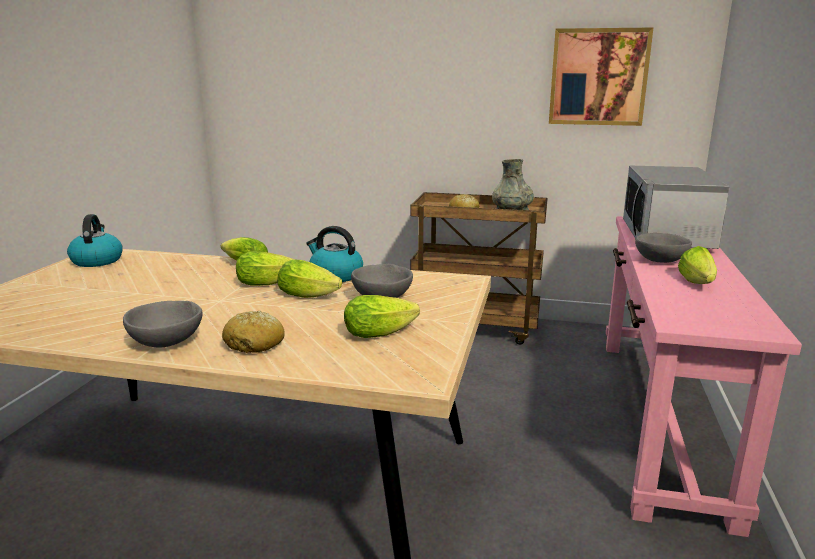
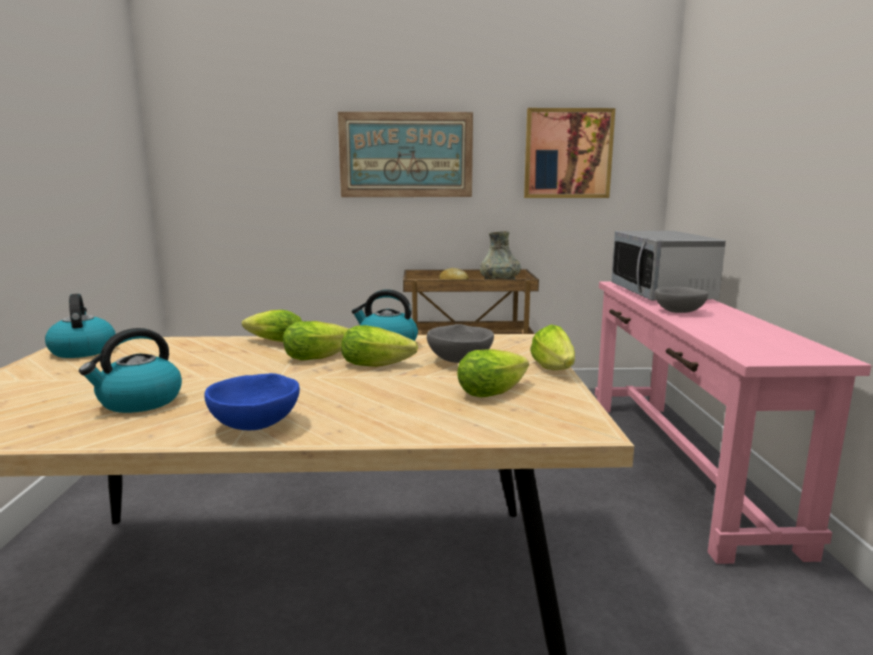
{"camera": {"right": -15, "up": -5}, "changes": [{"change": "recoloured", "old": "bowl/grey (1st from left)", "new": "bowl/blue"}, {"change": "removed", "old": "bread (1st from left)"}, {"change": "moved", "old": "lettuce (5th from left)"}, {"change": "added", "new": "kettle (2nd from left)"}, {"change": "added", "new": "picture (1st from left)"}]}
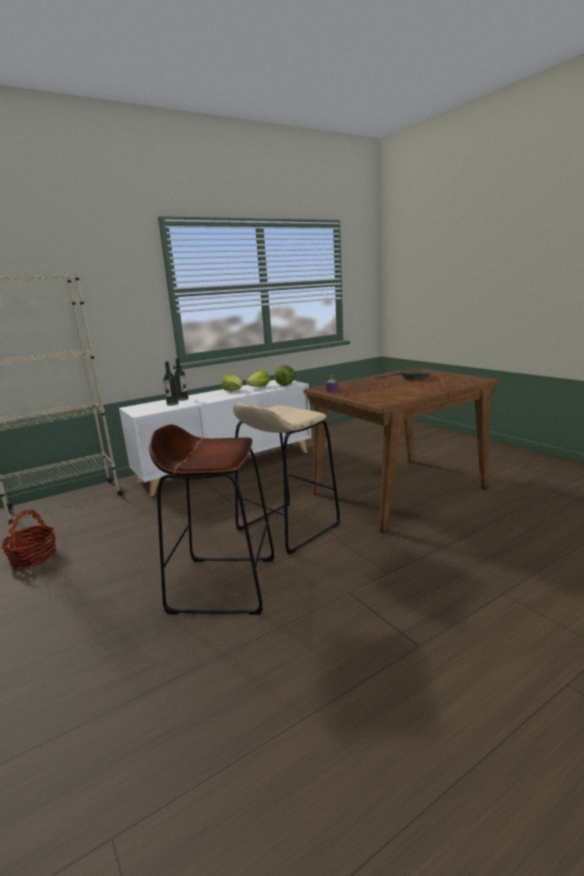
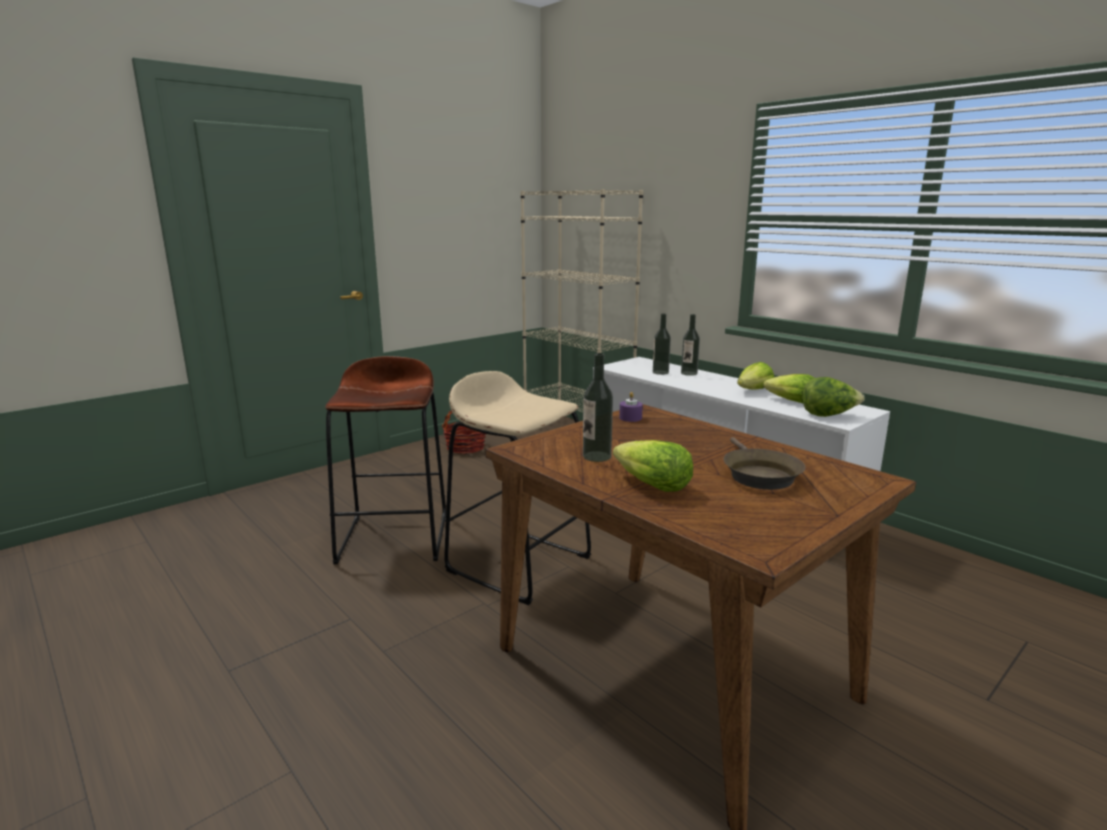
{"camera": {"right": 80, "up": 0}, "changes": [{"change": "added", "new": "bottle (1st from left)"}, {"change": "added", "new": "lettuce (1st from left)"}]}
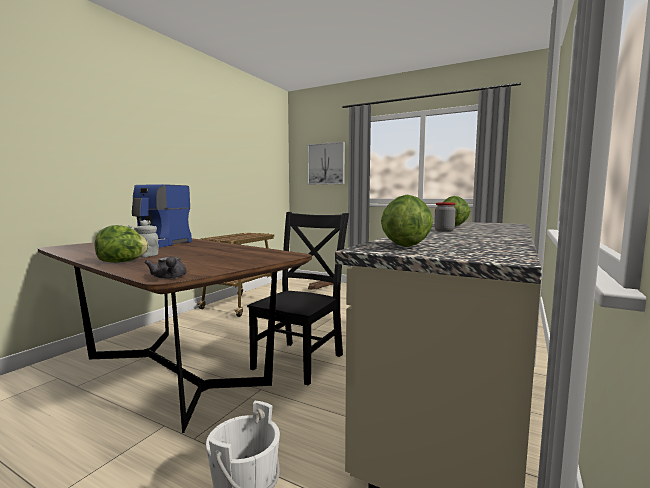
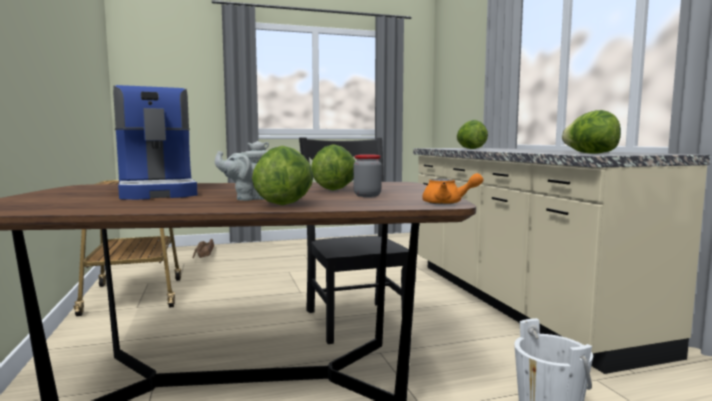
{"camera": {"right": -45, "up": 0}, "changes": [{"change": "recoloured", "old": "teapot/grey (2nd from left)", "new": "teapot/orange"}, {"change": "removed", "old": "picture"}, {"change": "moved", "old": "jar"}, {"change": "added", "new": "lettuce (2nd from left)"}]}
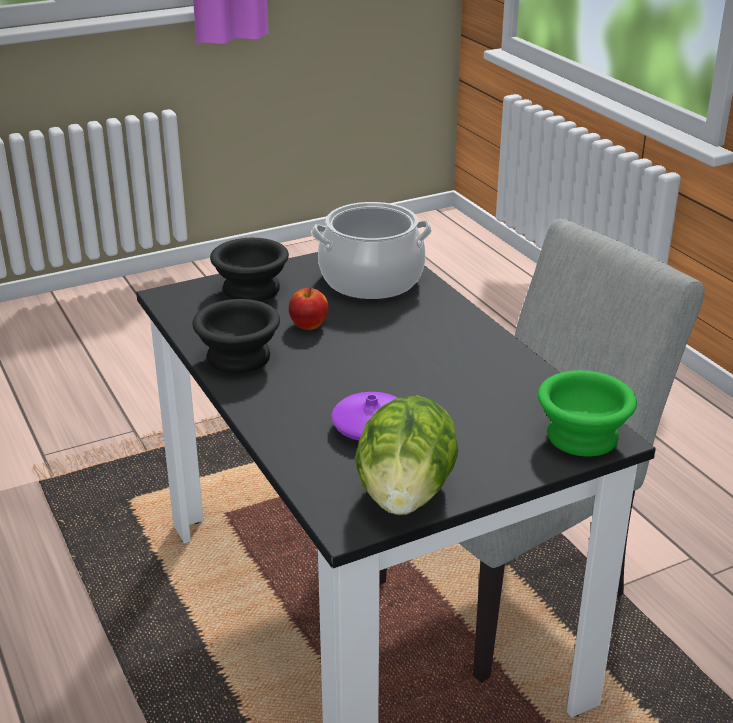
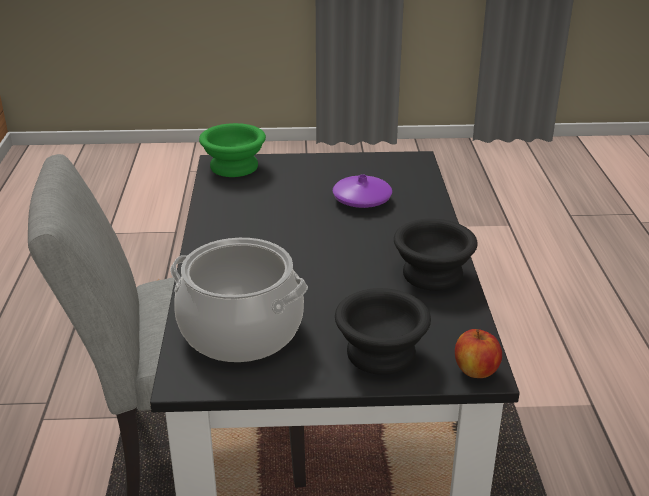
{"camera": {"right": -155, "up": 0}, "changes": [{"change": "moved", "old": "apple"}, {"change": "removed", "old": "lettuce"}]}
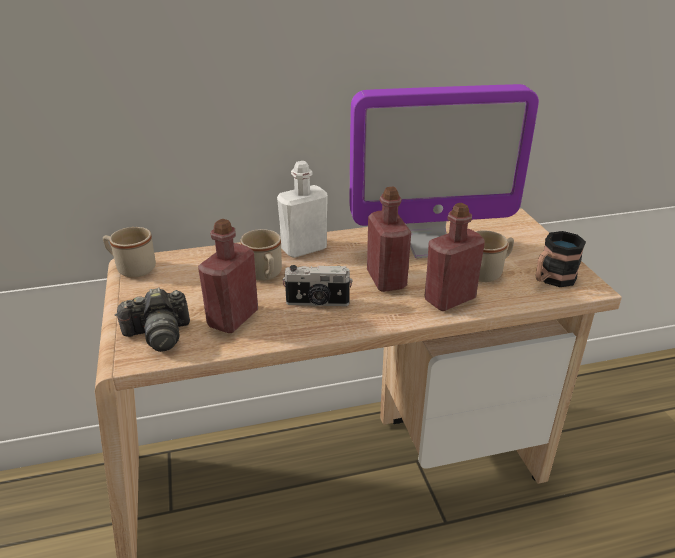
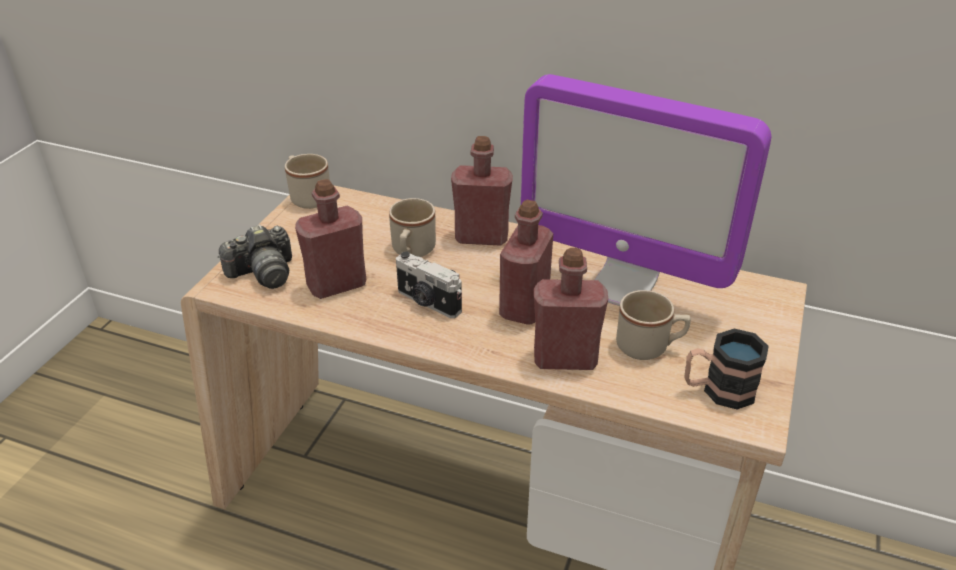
{"camera": {"right": 35, "up": 5}, "changes": [{"change": "turned", "old": "photo camera (1st from left)", "degrees": -45}, {"change": "recoloured", "old": "bottle/white", "new": "bottle/red (2nd from left)"}]}
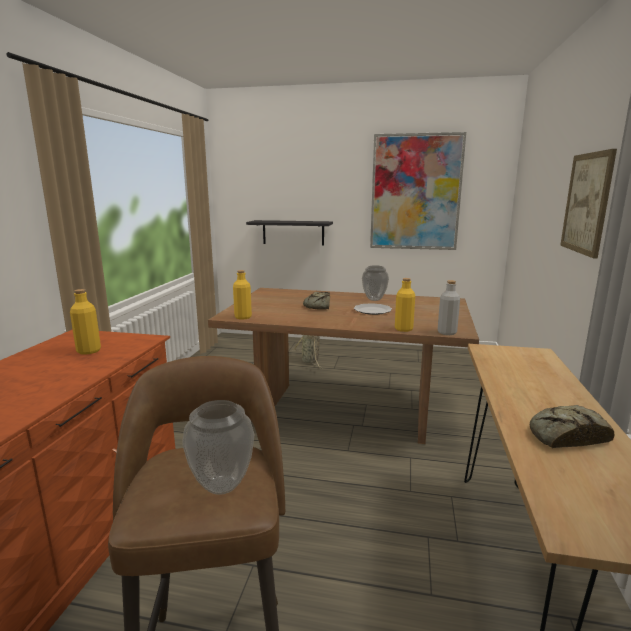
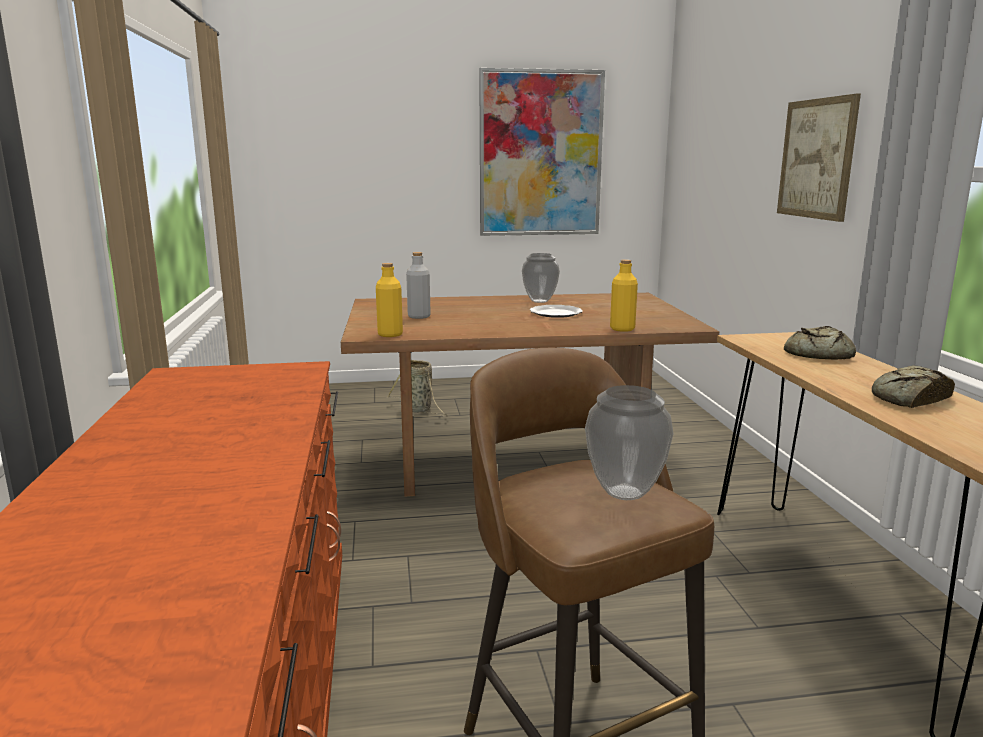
{"camera": {"right": -20, "up": 0}, "changes": [{"change": "removed", "old": "bottle/yellow (1st from left)"}, {"change": "removed", "old": "shelf/black"}, {"change": "moved", "old": "bread (1st from left)"}, {"change": "moved", "old": "bottle/grey"}]}
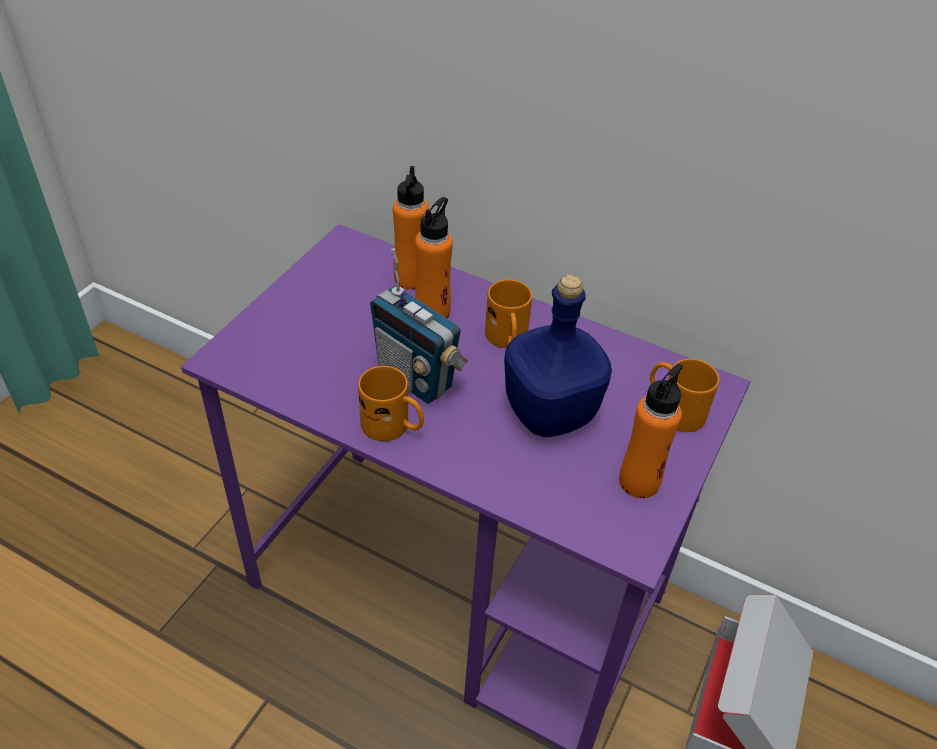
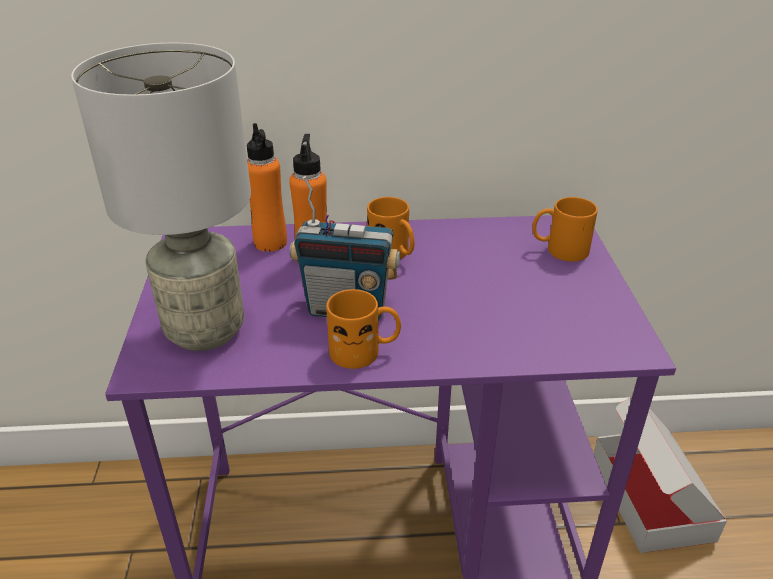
{"camera": {"right": -30, "up": -10}, "changes": [{"change": "removed", "old": "bottle/blue"}, {"change": "removed", "old": "bottle/orange (3rd from left)"}, {"change": "added", "new": "table lamp/grey"}]}
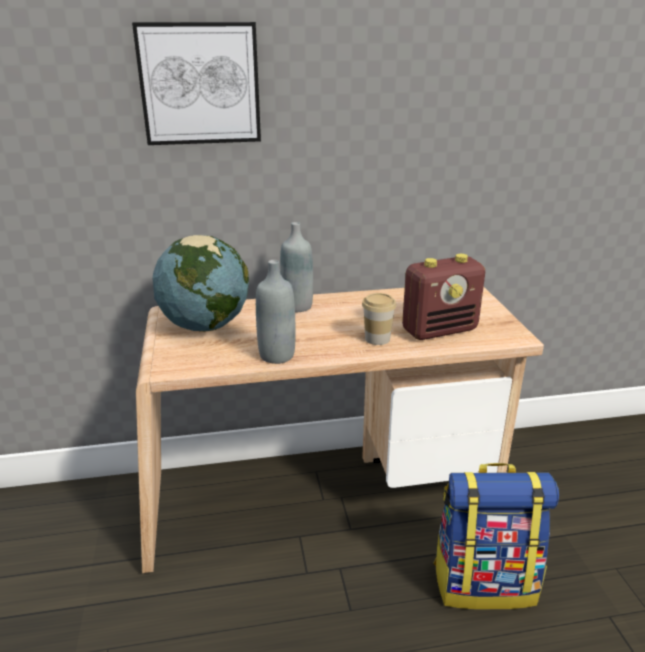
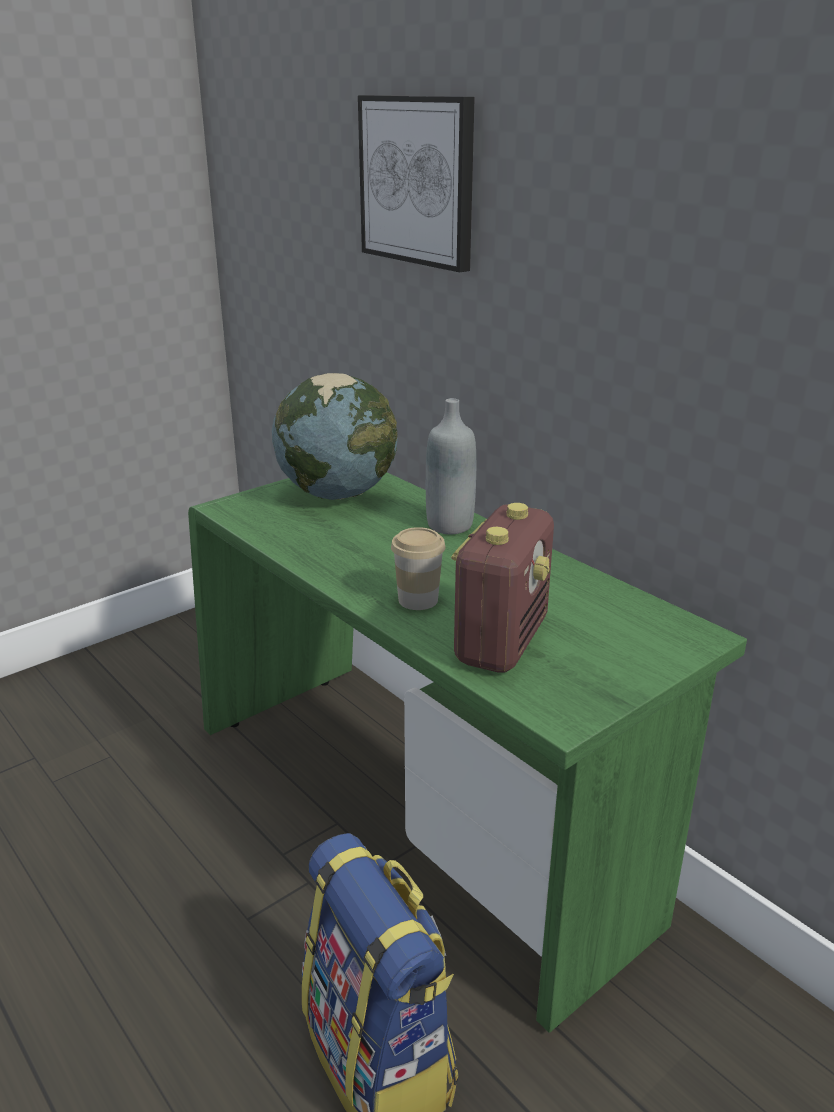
{"camera": {"right": 60, "up": 0}, "changes": [{"change": "recoloured", "old": "desk/beige", "new": "desk/green"}, {"change": "removed", "old": "bottle/grey (1st from left)"}, {"change": "turned", "old": "radio", "degrees": -105}]}
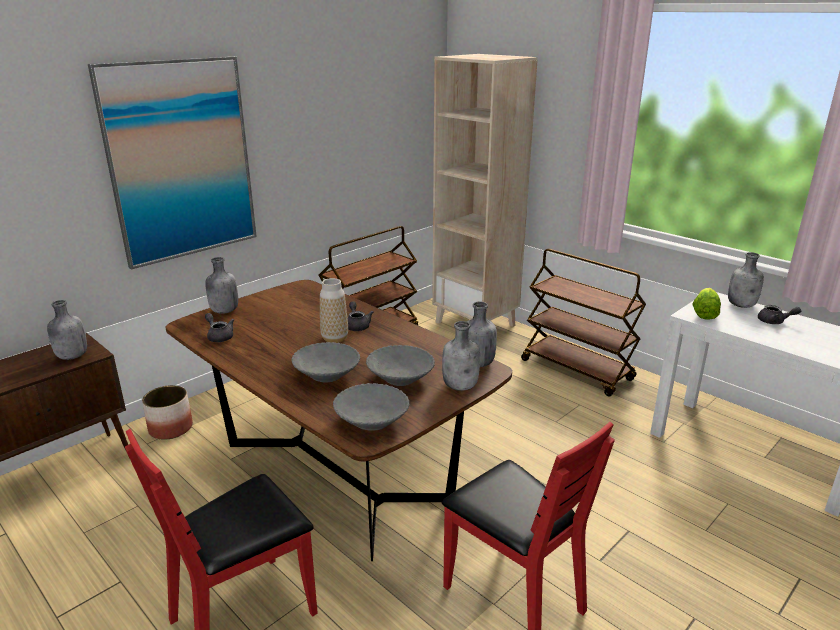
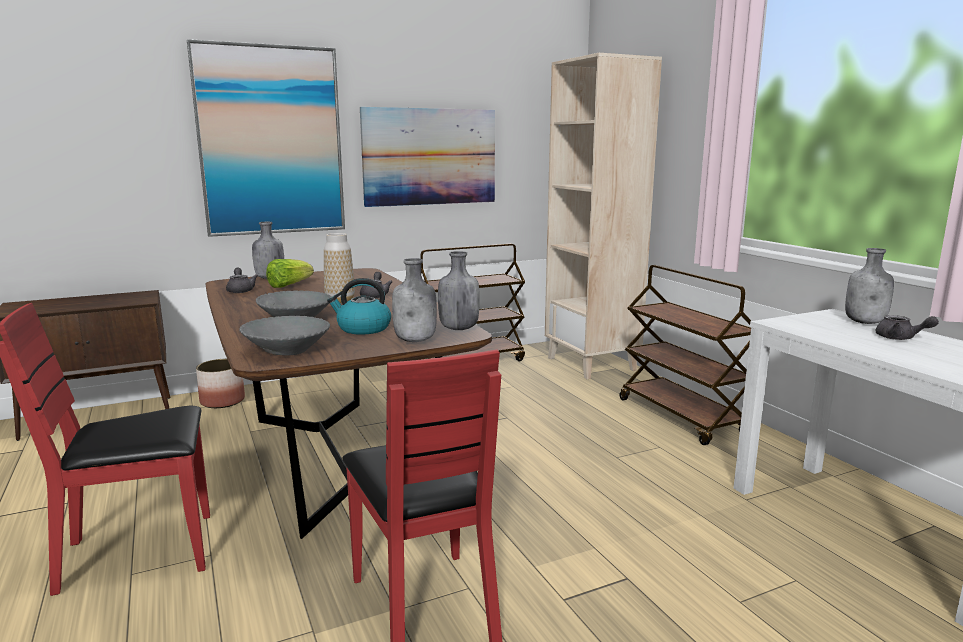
{"camera": {"right": 20, "up": -10}, "changes": [{"change": "removed", "old": "bottle/grey (1st from left)"}, {"change": "replaced", "old": "bowl/grey (3rd from left)", "new": "kettle"}, {"change": "moved", "old": "lettuce"}, {"change": "added", "new": "picture (2nd from left)"}]}
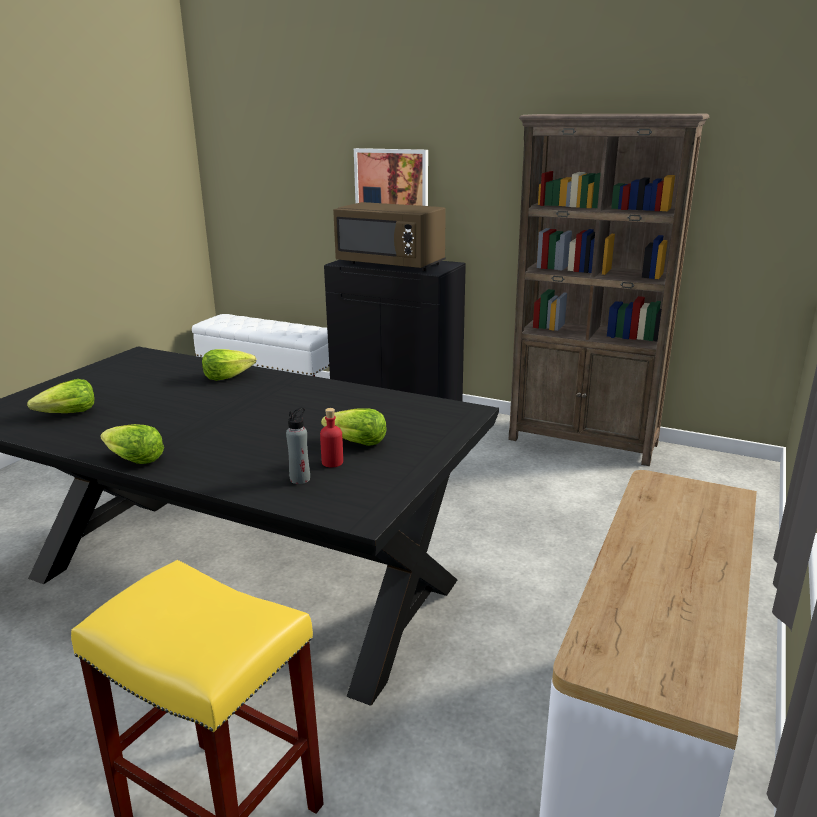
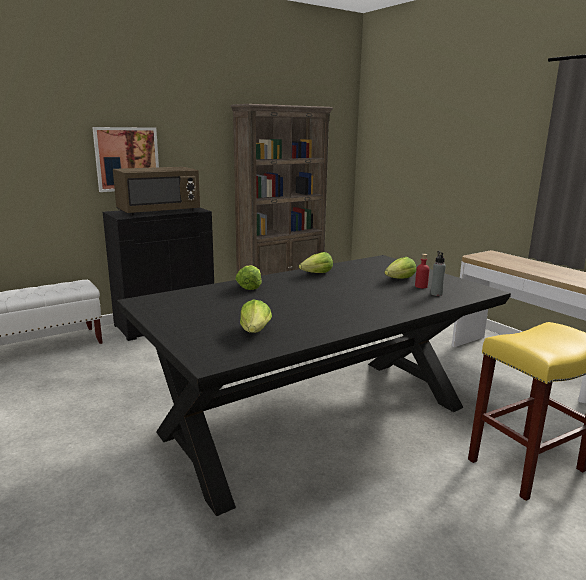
{"camera": {"right": -60, "up": -5}, "changes": [{"change": "moved", "old": "lettuce (2nd from left in the first image)", "new": "lettuce (3rd from left)"}]}
